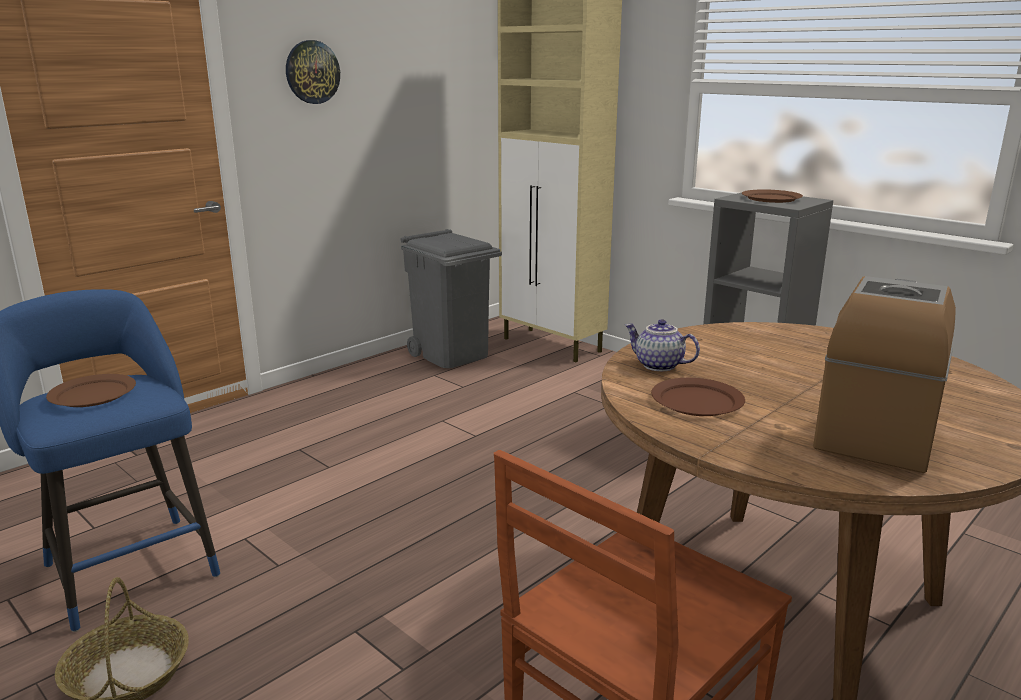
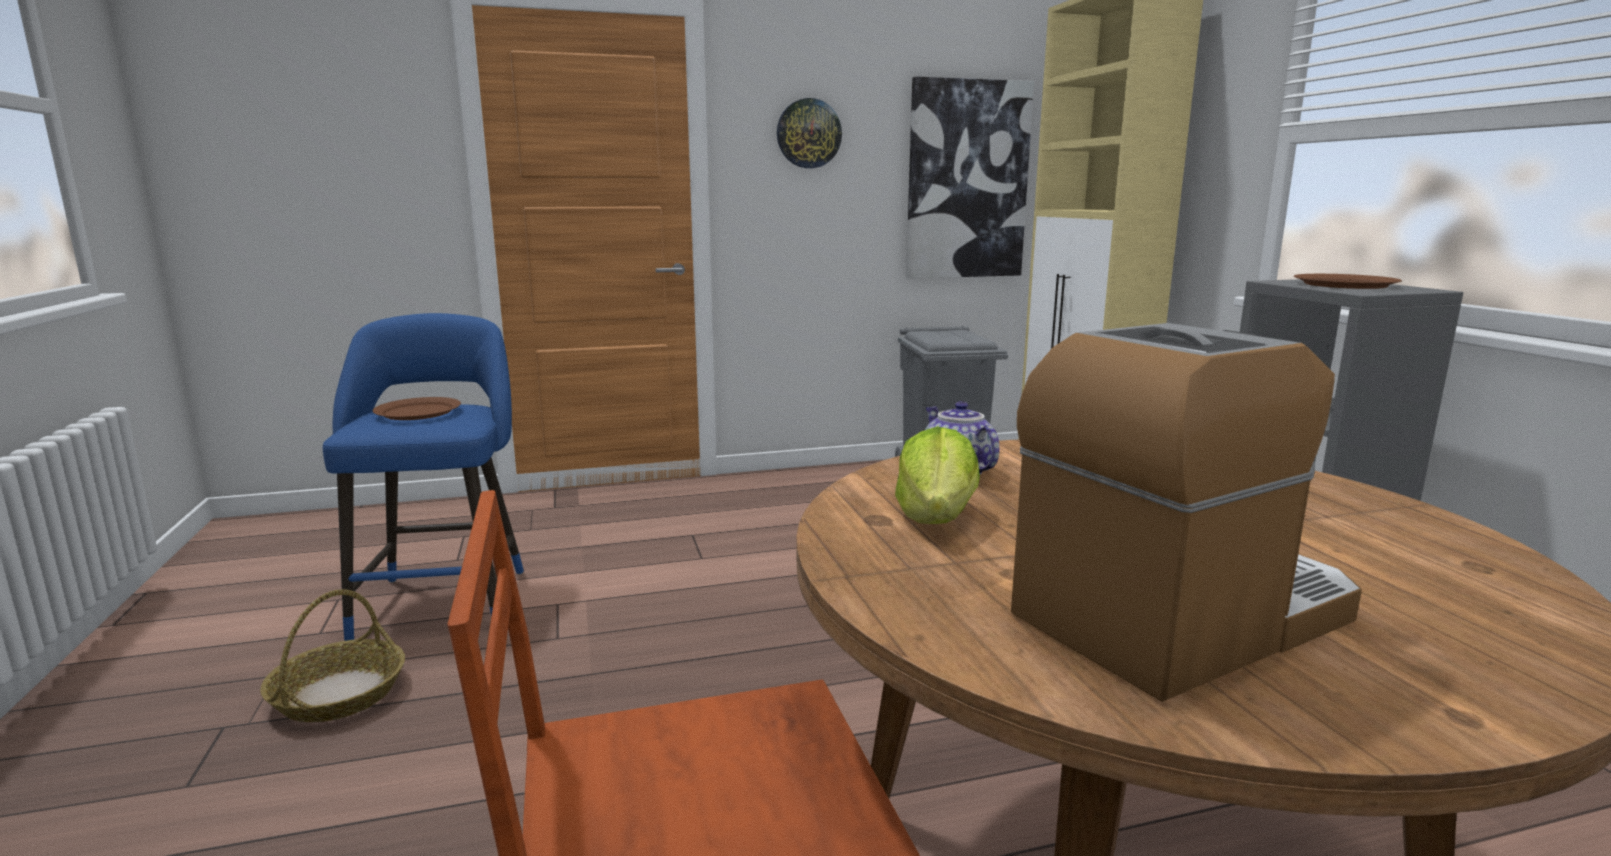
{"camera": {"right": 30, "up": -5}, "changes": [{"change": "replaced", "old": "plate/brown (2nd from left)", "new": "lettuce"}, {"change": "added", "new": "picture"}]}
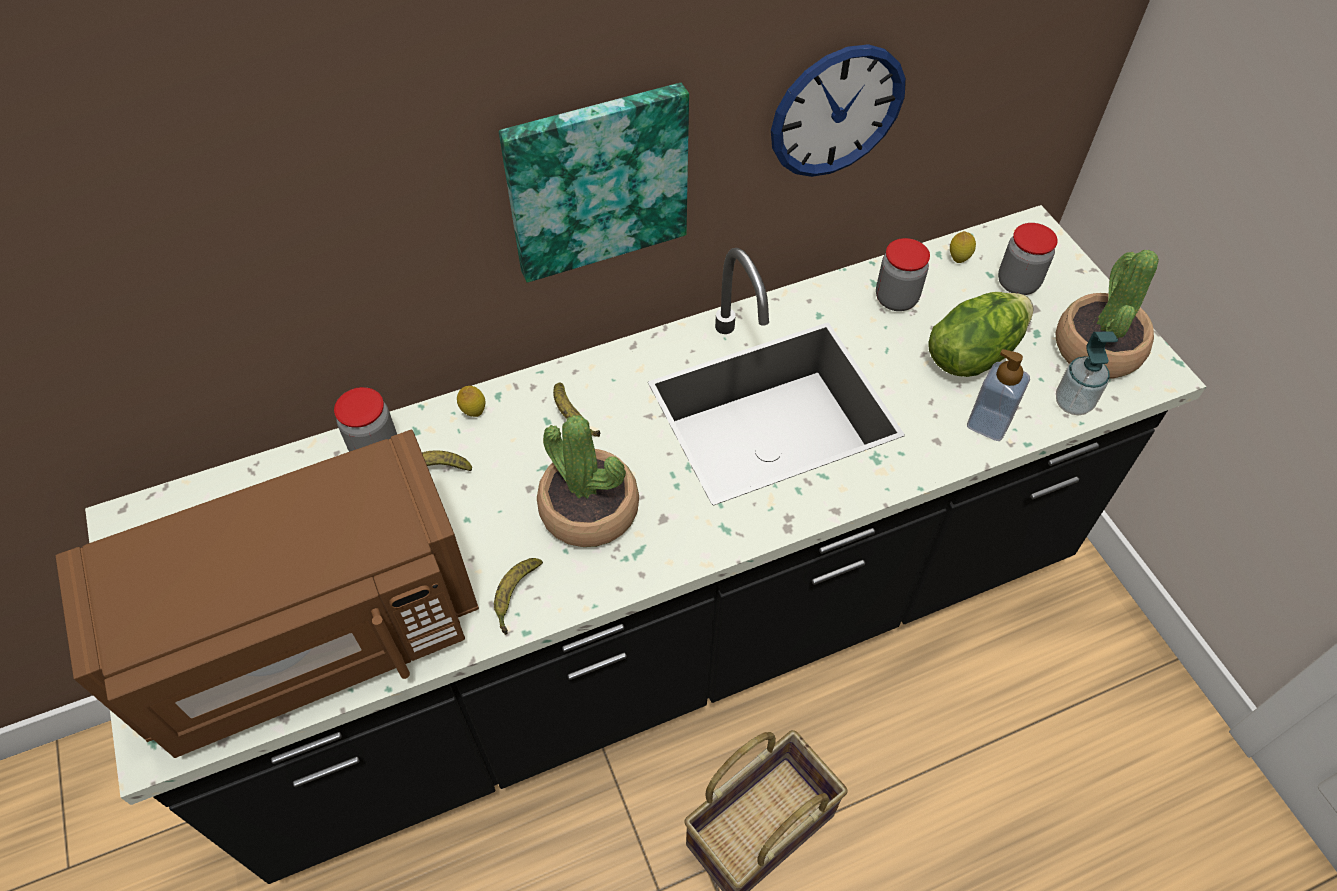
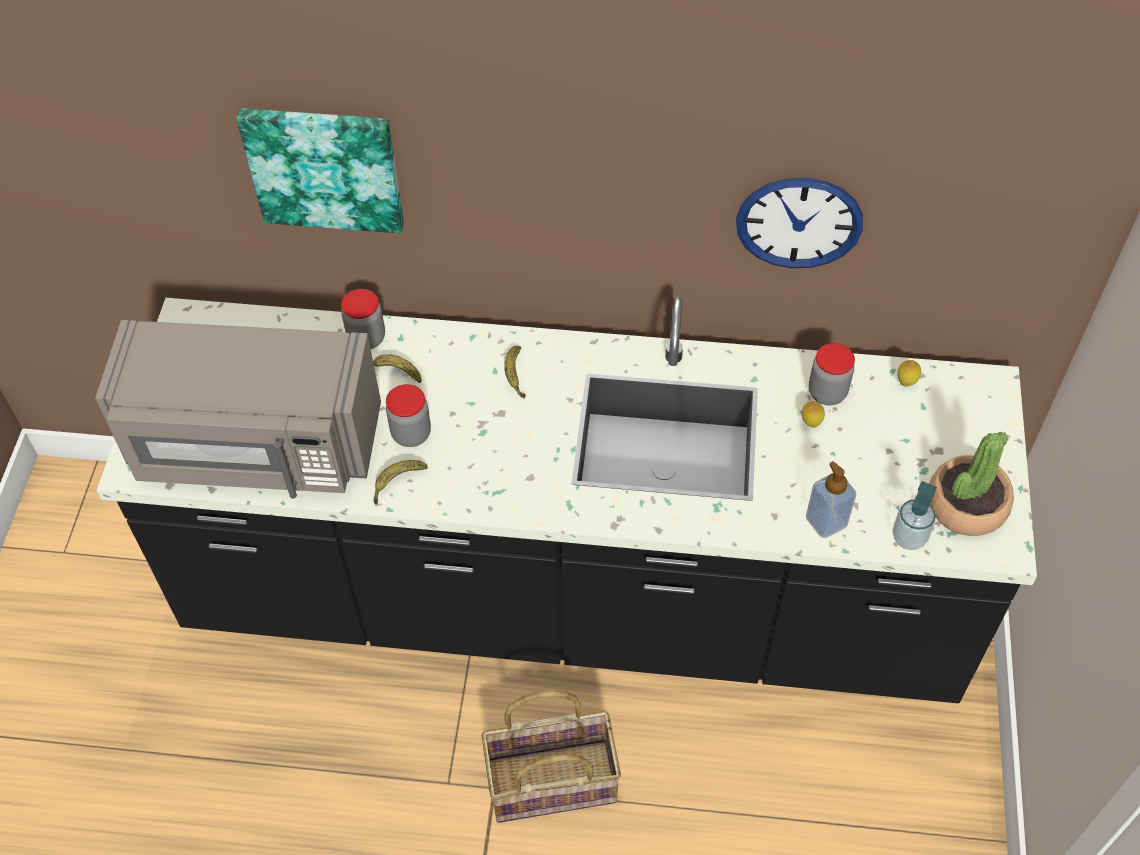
{"camera": {"right": 30, "up": 0}, "changes": [{"change": "recoloured", "old": "microwave/brown", "new": "microwave/grey"}, {"change": "moved", "old": "lemon (1st from left)"}, {"change": "moved", "old": "picture"}, {"change": "removed", "old": "potted plant (1st from left)"}, {"change": "removed", "old": "lettuce"}, {"change": "moved", "old": "jar (3rd from left in the first image)", "new": "jar (2nd from left)"}]}
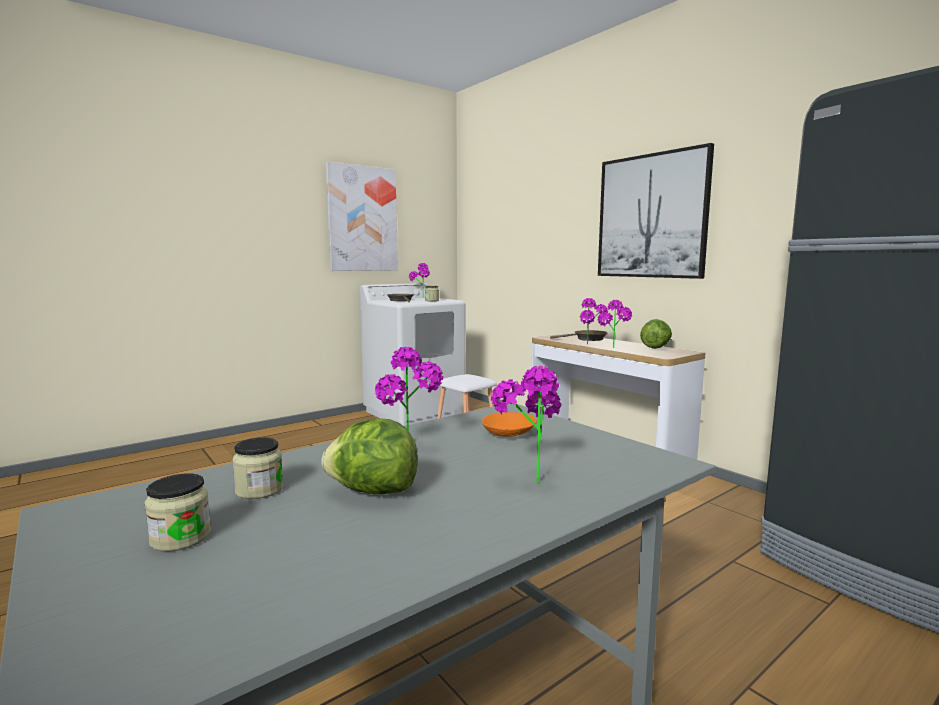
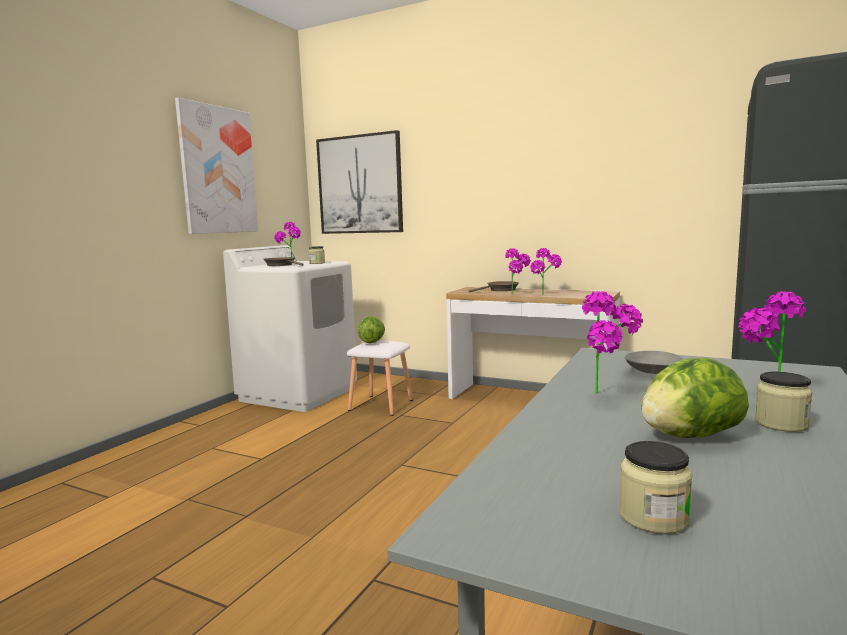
{"camera": {"right": -25, "up": 0}, "changes": [{"change": "moved", "old": "jar (2nd from left in the first image)", "new": "jar (3rd from left)"}, {"change": "recoloured", "old": "bowl/orange", "new": "bowl/grey"}, {"change": "moved", "old": "picture (2nd from left)"}, {"change": "moved", "old": "lettuce (2nd from left in the first image)", "new": "lettuce (1st from left)"}]}
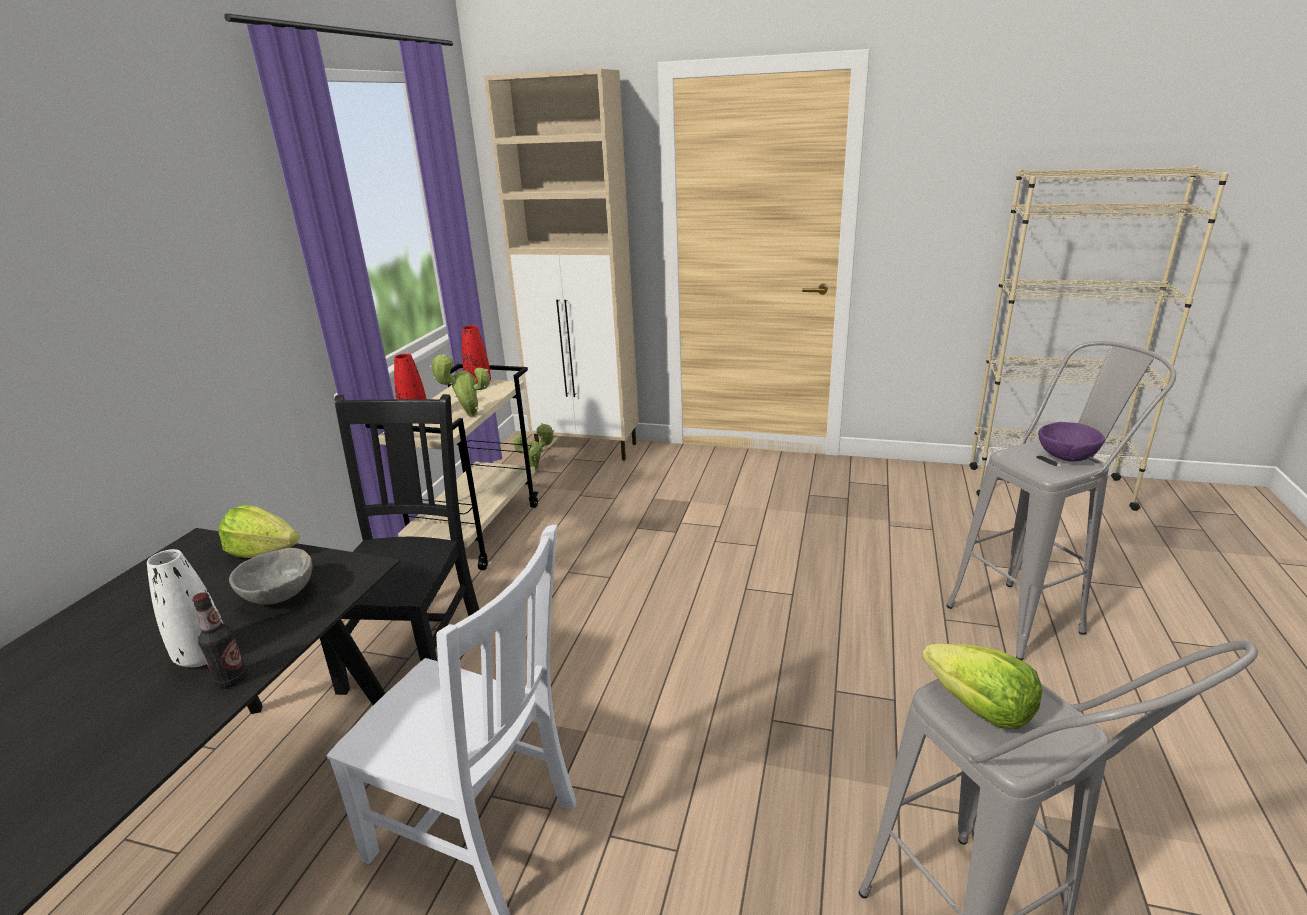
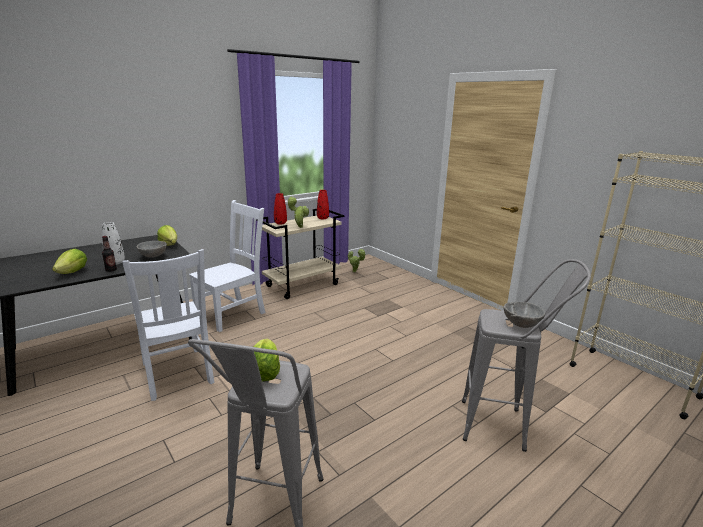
{"camera": {"right": 35, "up": -5}, "changes": [{"change": "recoloured", "old": "chair/black", "new": "chair/white (2nd from left)"}, {"change": "removed", "old": "cabinet/beige"}, {"change": "recoloured", "old": "bowl/purple", "new": "bowl/grey (2nd from left)"}, {"change": "added", "new": "lettuce (1st from left)"}]}
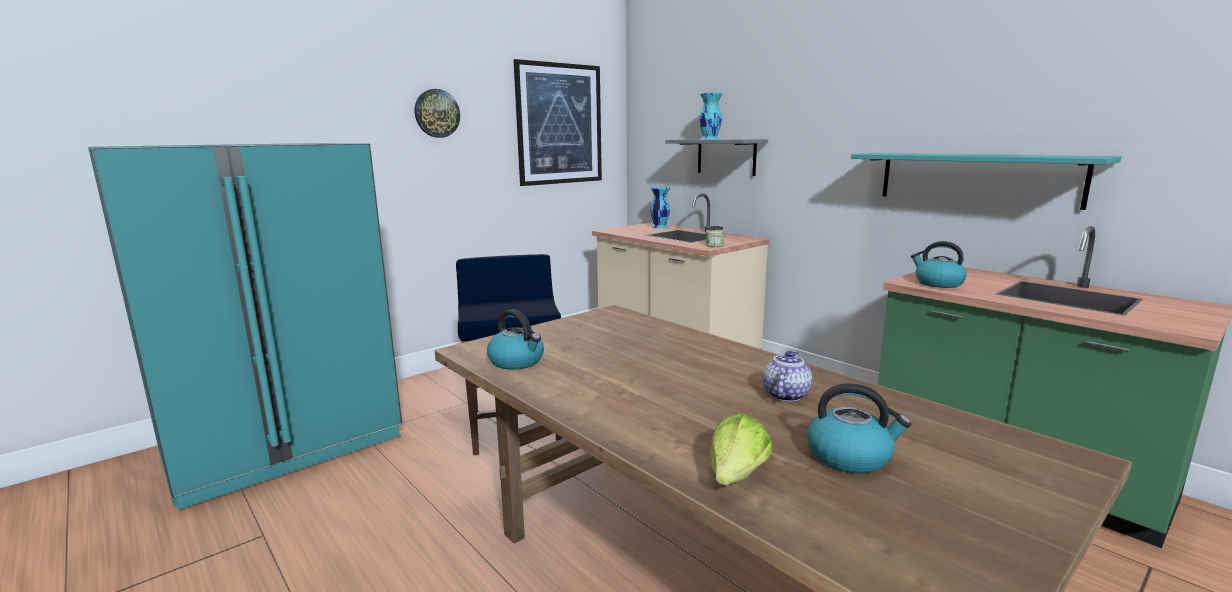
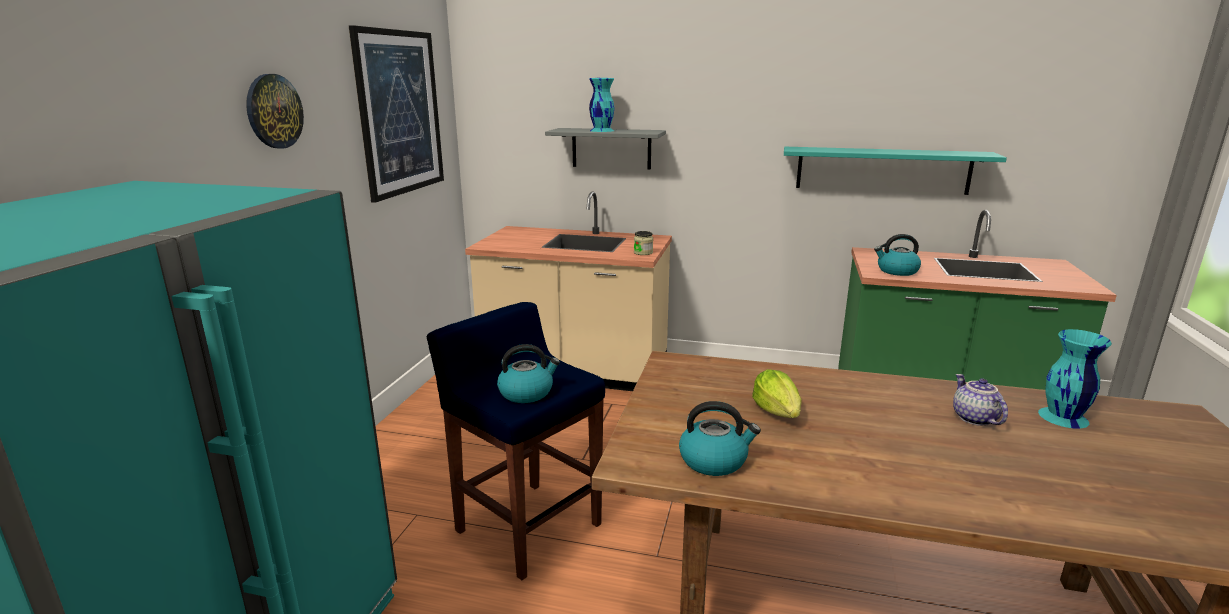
{"camera": {"right": -35, "up": 5}, "changes": [{"change": "moved", "old": "vase/turquoise (1st from left in the first image)", "new": "vase/turquoise (2nd from left)"}, {"change": "moved", "old": "lettuce"}, {"change": "moved", "old": "kettle (2nd from left in the first image)", "new": "kettle (1st from left)"}]}
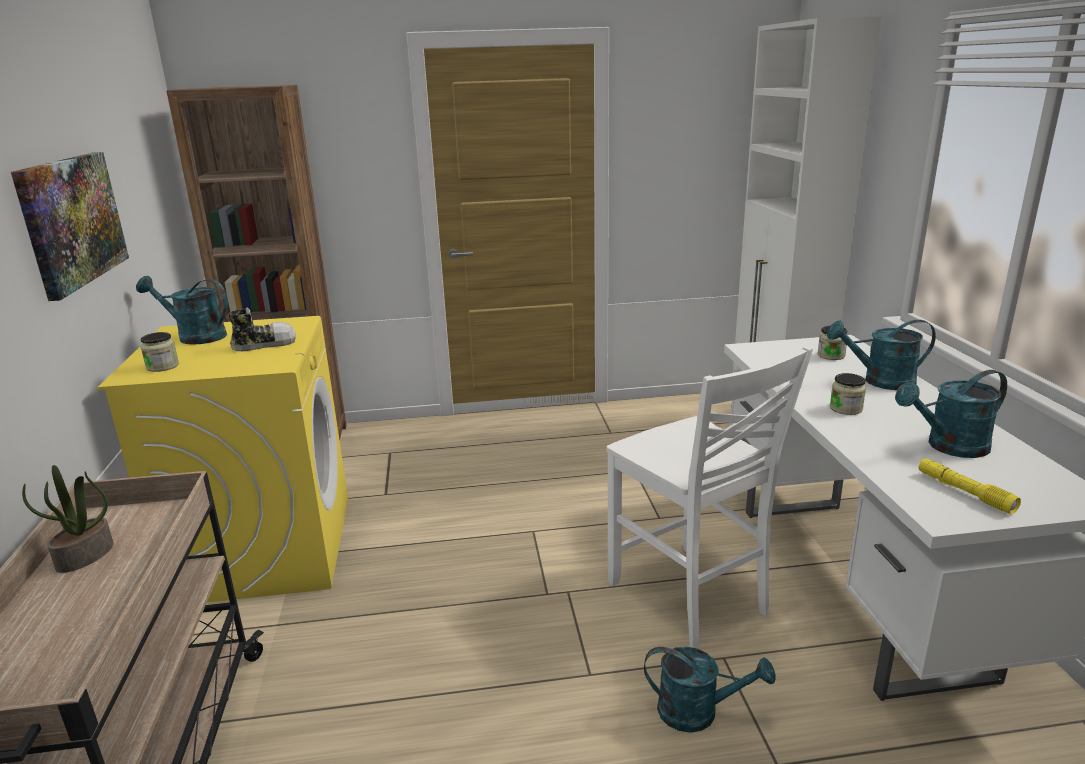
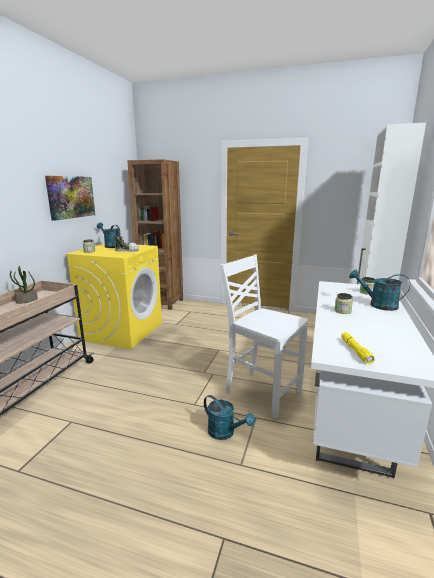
{"camera": {"right": 25, "up": -5}, "changes": [{"change": "turned", "old": "chair/white", "degrees": 135}, {"change": "removed", "old": "watering can/turquoise (4th from left)"}]}
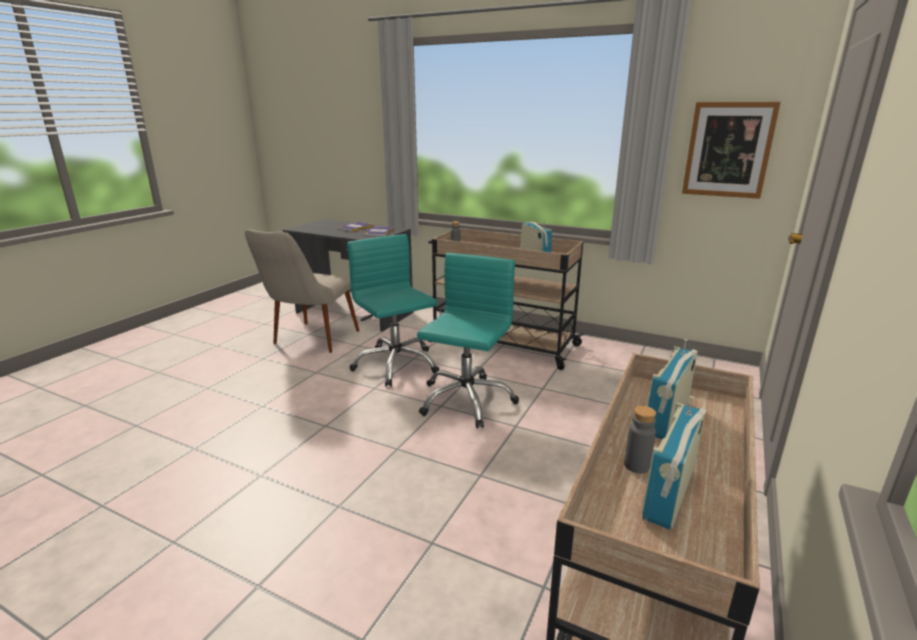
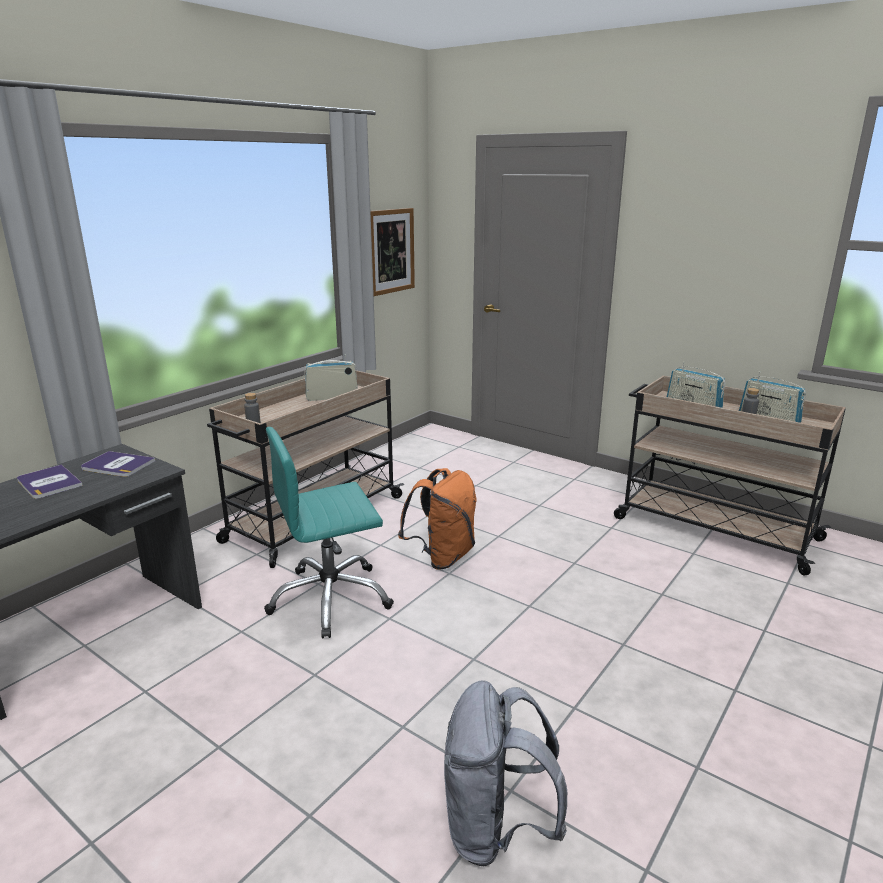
{"camera": {"right": -80, "up": 0}, "changes": [{"change": "removed", "old": "chair/beige"}, {"change": "replaced", "old": "office chair/turquoise (2nd from left)", "new": "backpack/orange"}, {"change": "added", "new": "backpack/grey"}]}
